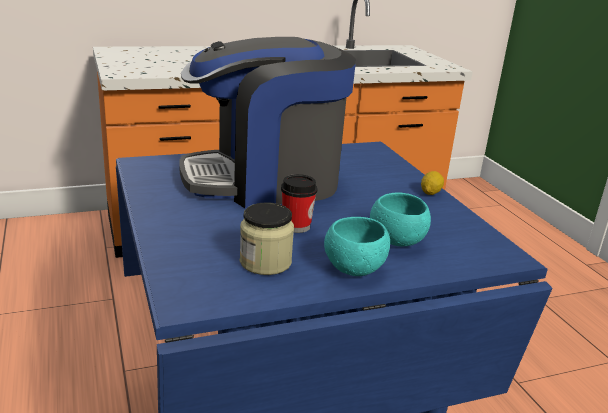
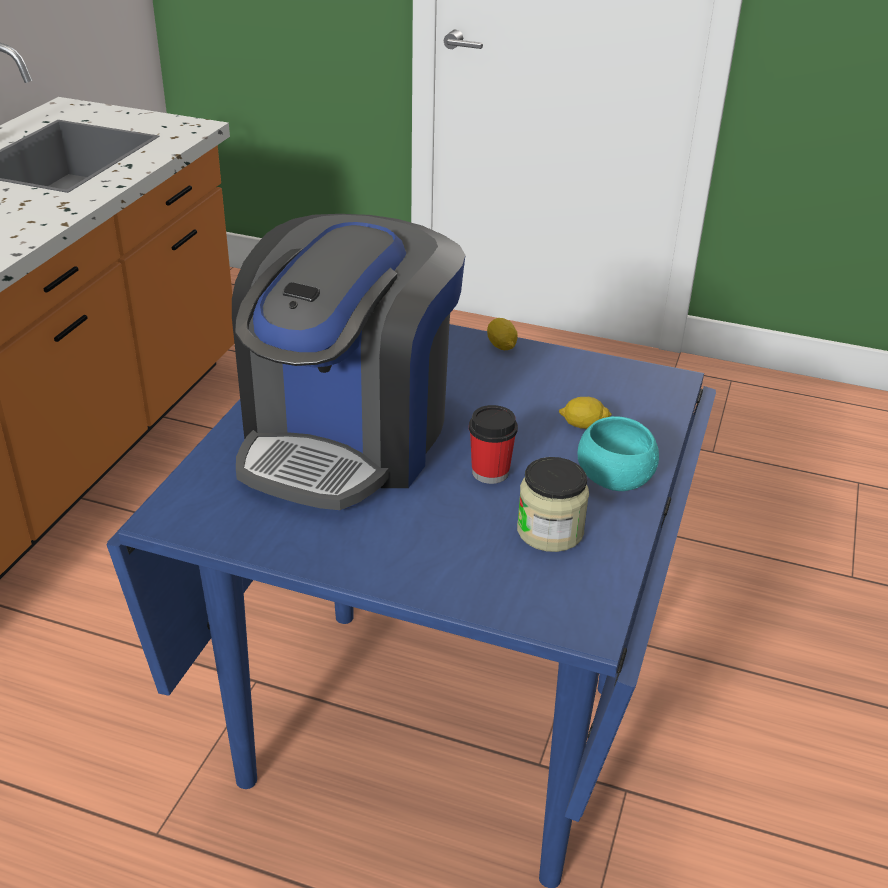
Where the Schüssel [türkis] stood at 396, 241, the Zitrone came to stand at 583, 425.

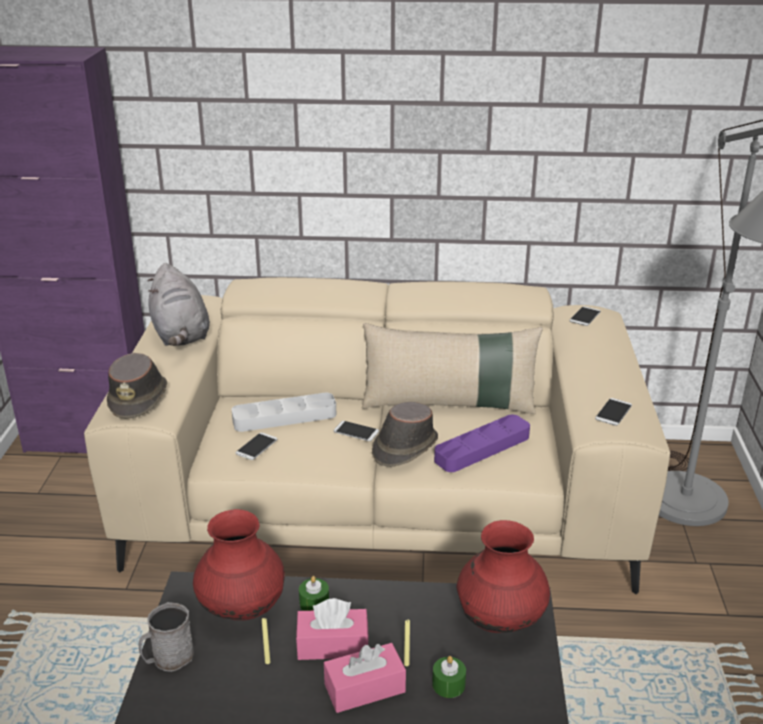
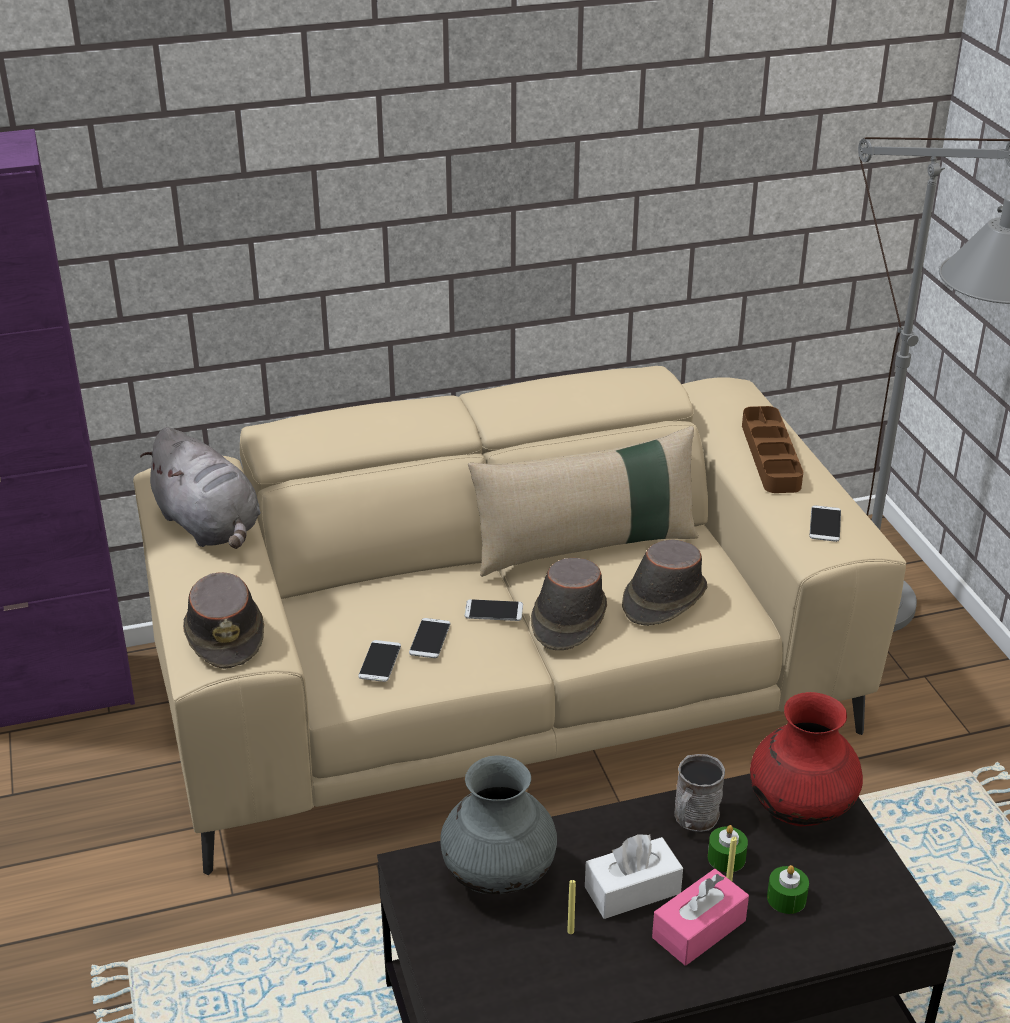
The second view lost the Tablett [grau] at 284, 417. The second view gained the Tablett [braun] at 770, 455. The Henkelbecher [grau] ended up elsewhere, having gone from 168, 659 to 693, 819. The Kerze [grün] ended up elsewhere, having gone from 314, 603 to 726, 858. The Handy ended up elsewhere, having gone from 585, 316 to 430, 639. Where the Tablett [lila] stood at 482, 448, the Hut [braun] came to stand at 663, 599. What was the Vase [rot] at 242, 609 turned into the Vase [grau] at 499, 877. What was the Taschentuchbox [rosa] at 332, 645 turned into the Taschentuchbox [weiß] at 632, 890.

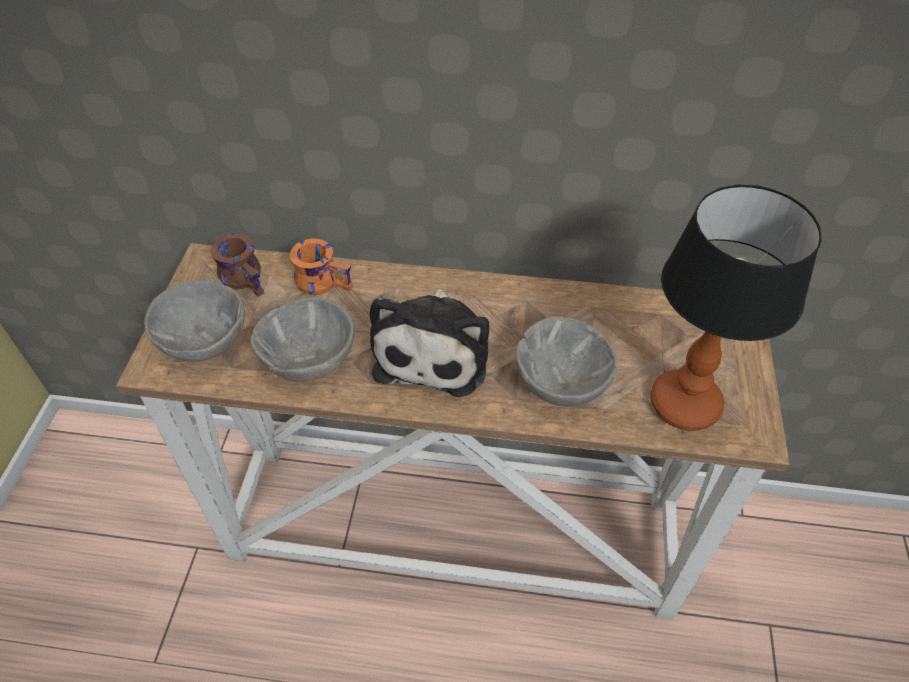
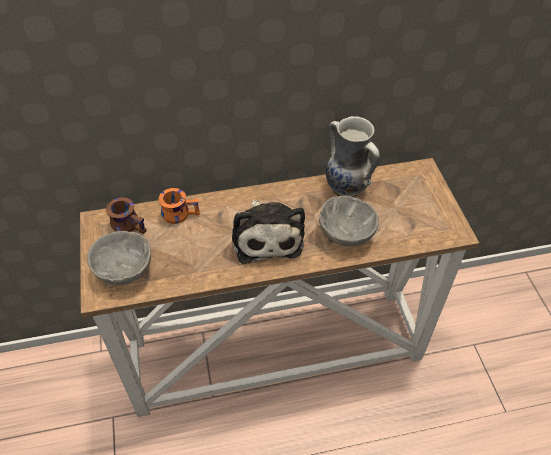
The second view lost the Schüssel [grau] at 308, 362. The second view lost the Tischlampe at 684, 403. The second view gained the Vase at 347, 188.

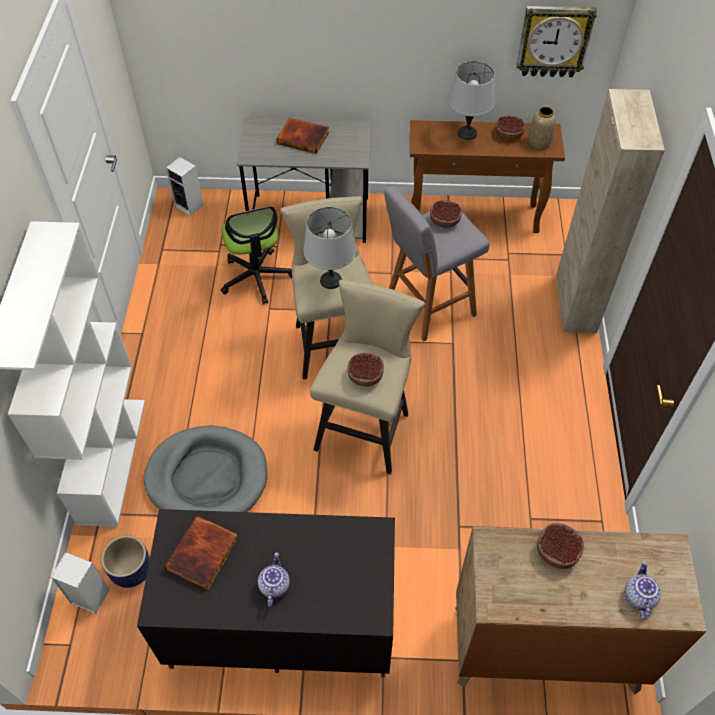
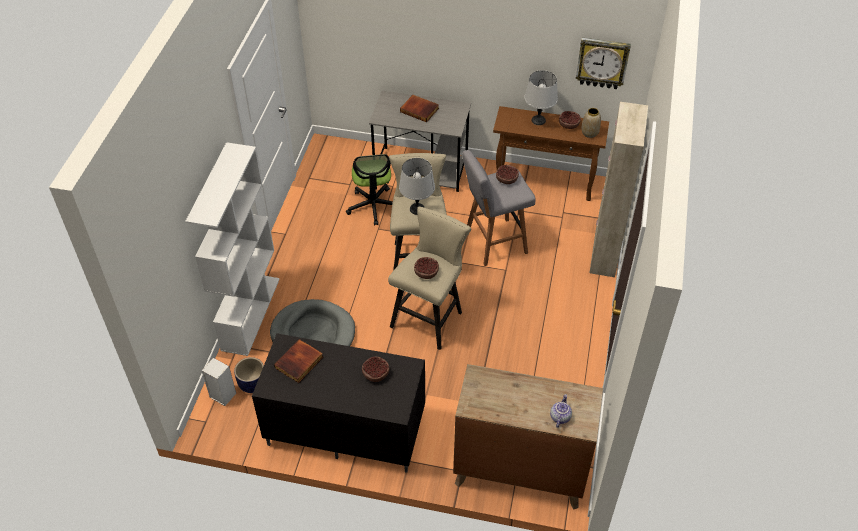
The second view lost the Lautsprecher at 190, 206. The second view lost the Teekanne at 273, 585. The Schüssel ended up elsewhere, having gone from 557, 550 to 376, 373.

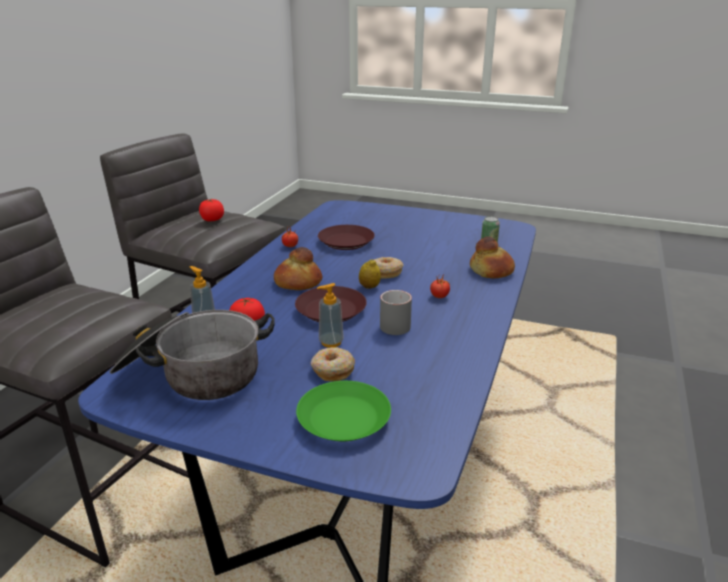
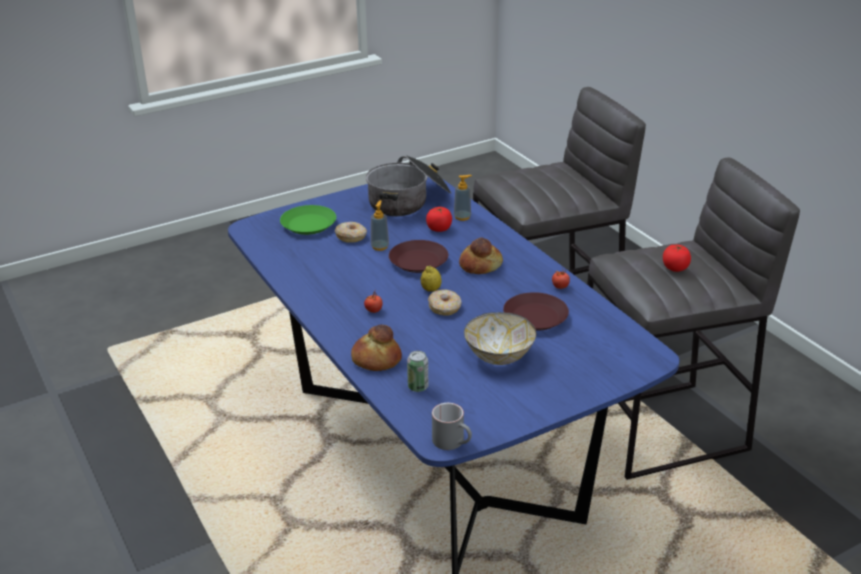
The second view gained the Schüssel at 498, 356. The Henkelbecher [grau] ended up elsewhere, having gone from 393, 324 to 453, 442.

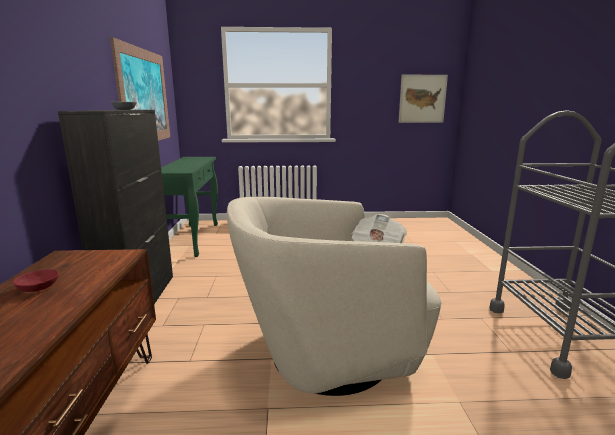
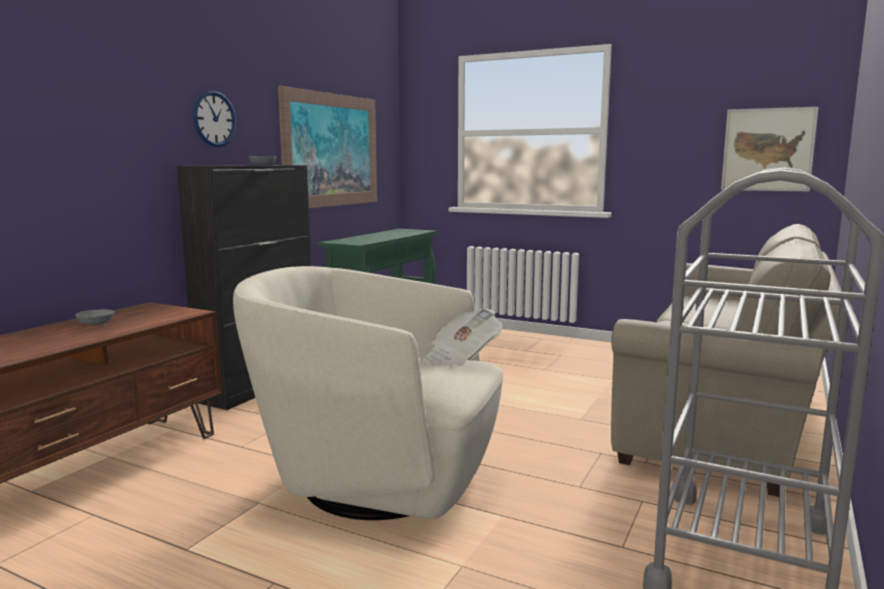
The second view gained the Wanduhr at 214, 119. The second view gained the Sofa [beige] at 726, 410. What was the Schüssel [rot] at 39, 288 turned into the Schüssel [grau] at 95, 323.

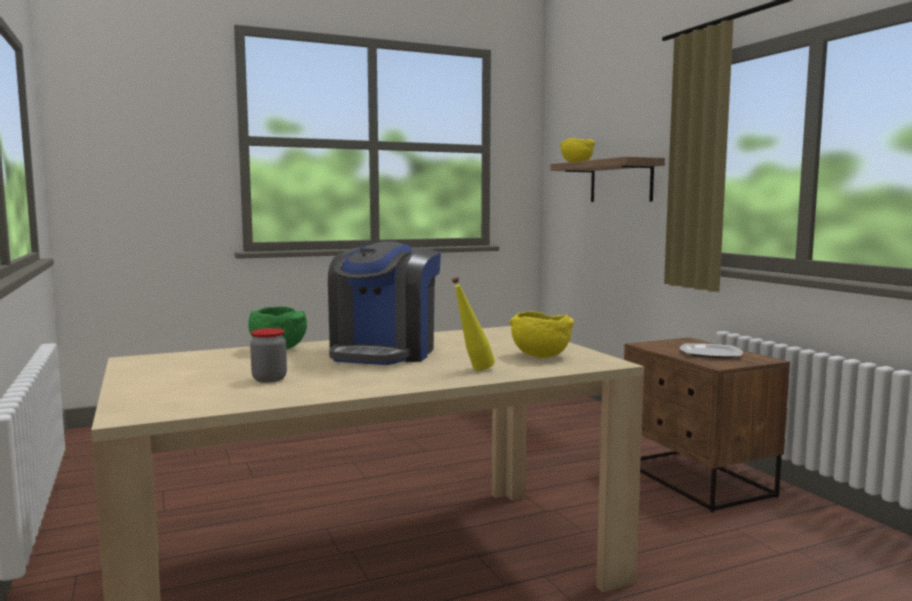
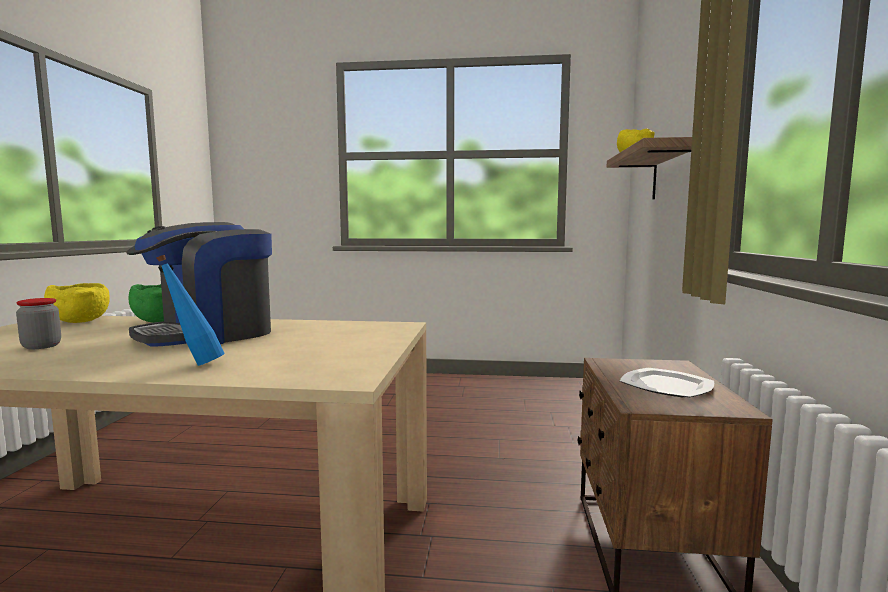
The Schüssel [gelb] ended up elsewhere, having gone from 539, 356 to 80, 321. What was the Flasche [gelb] at 472, 370 turned into the Flasche [blau] at 194, 364.

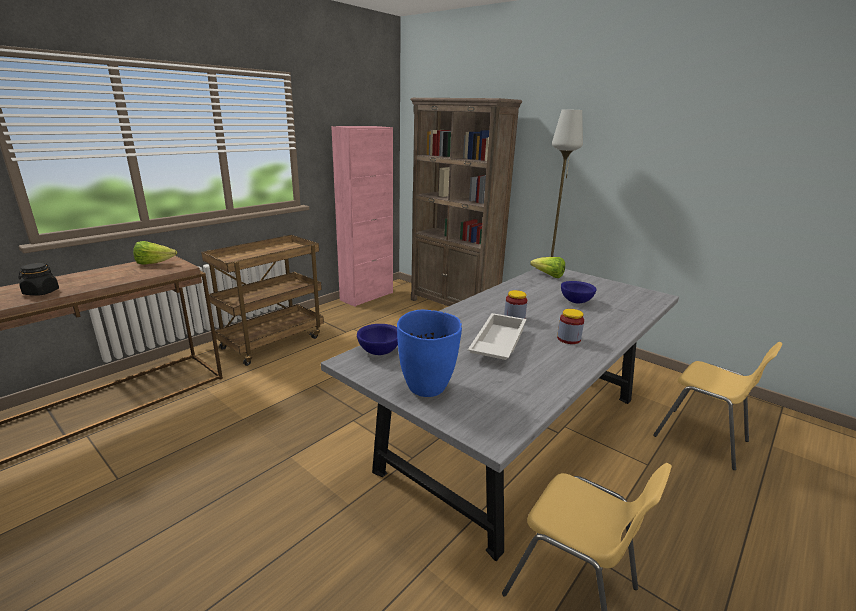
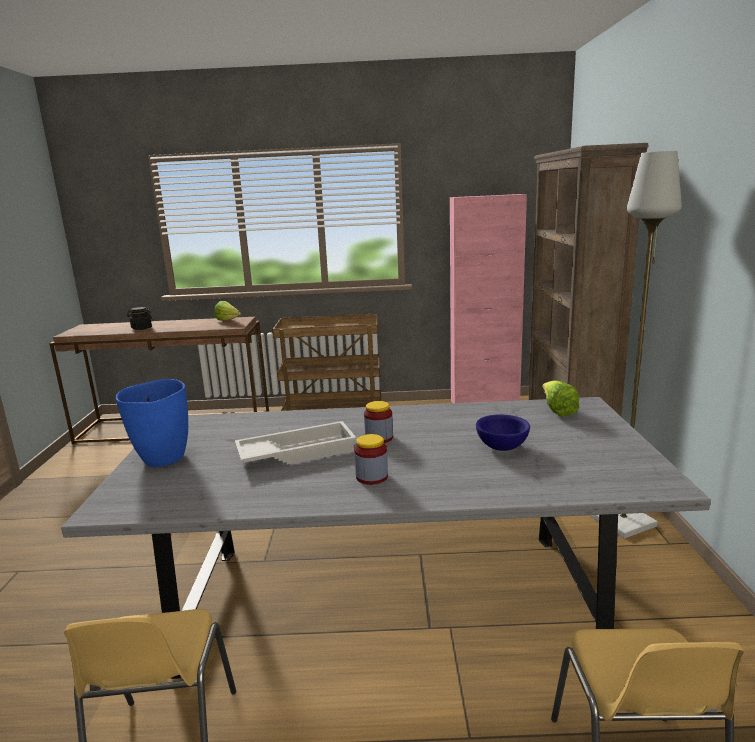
The second view lost the Schüssel [blau] at 380, 352.

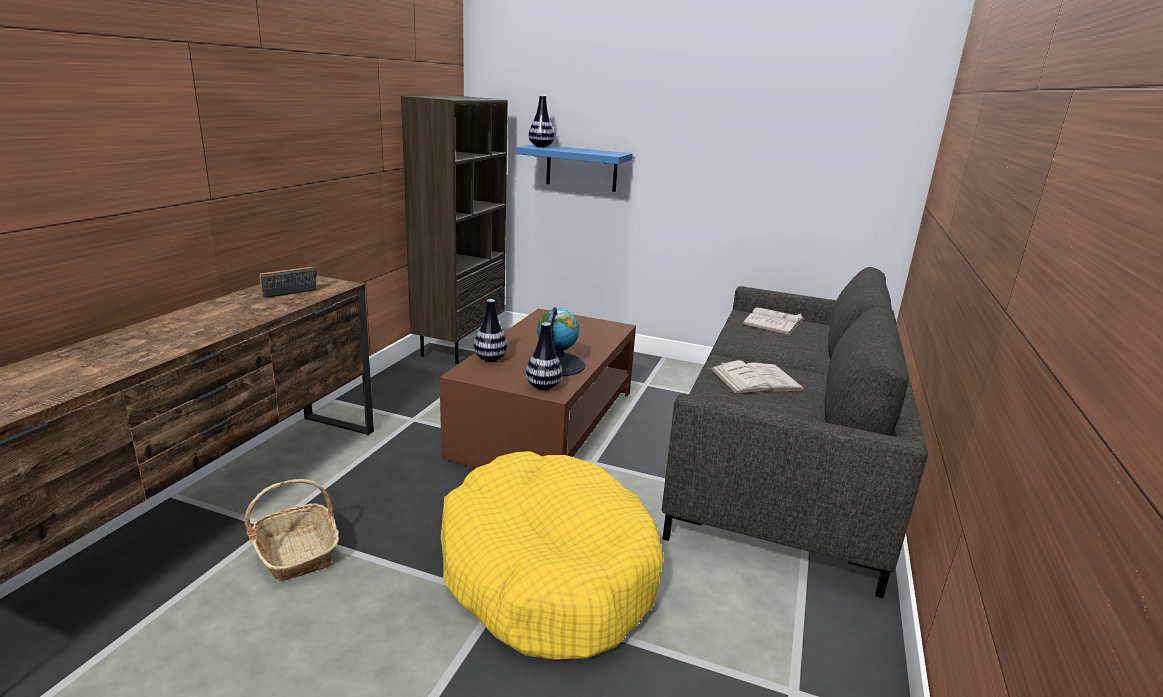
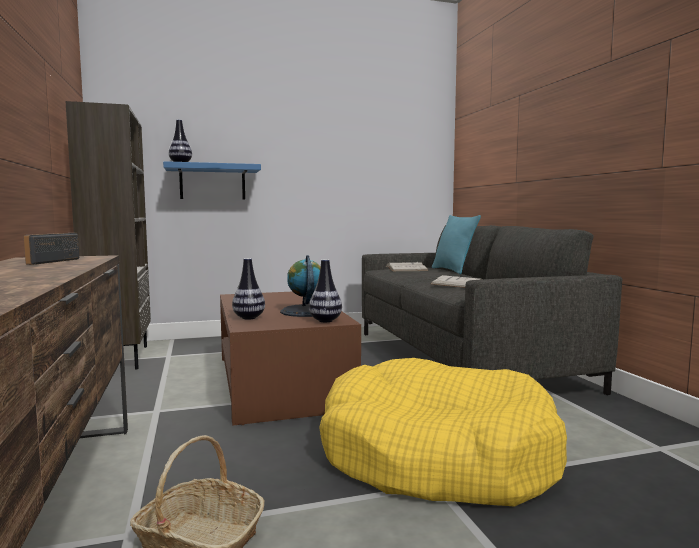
The second view gained the Kissen [türkis] at 453, 270.

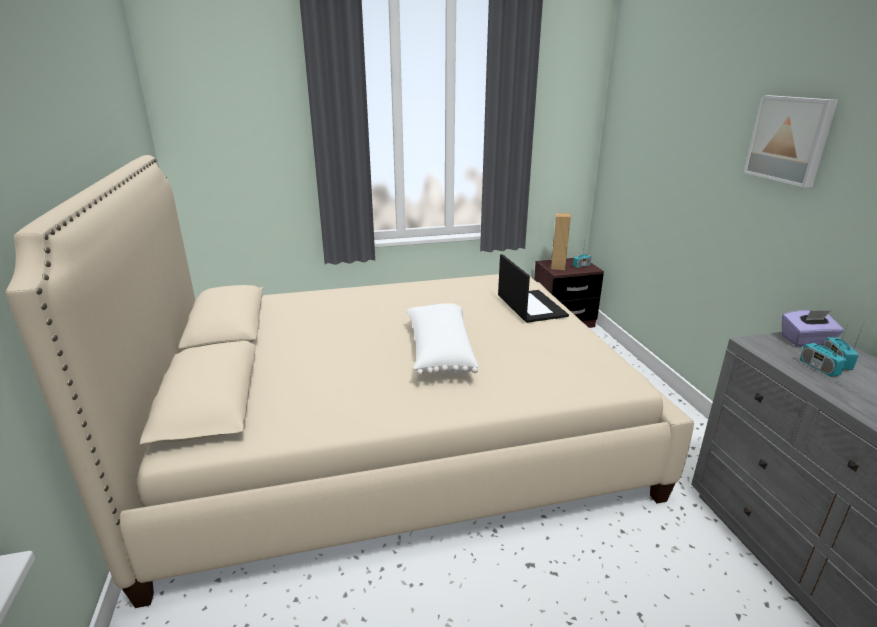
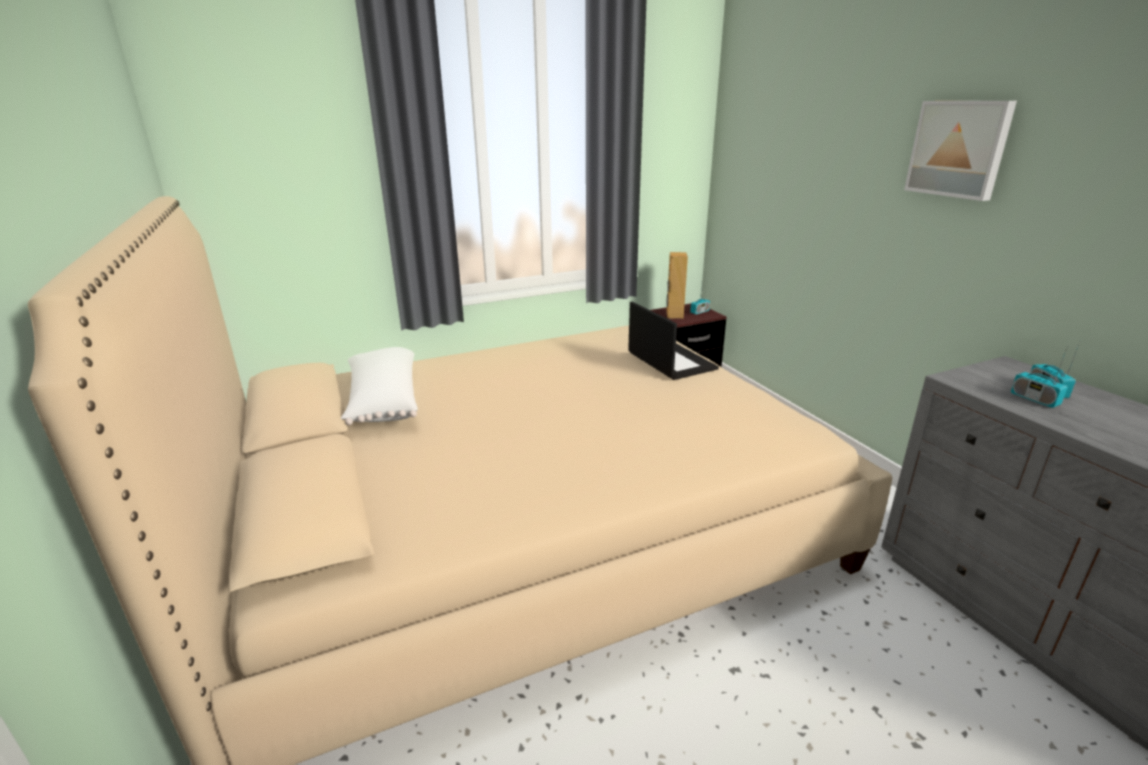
The second view lost the Taschentuchbox [lila] at 806, 341. The Kissen [weiß] ended up elsewhere, having gone from 439, 352 to 383, 401.

